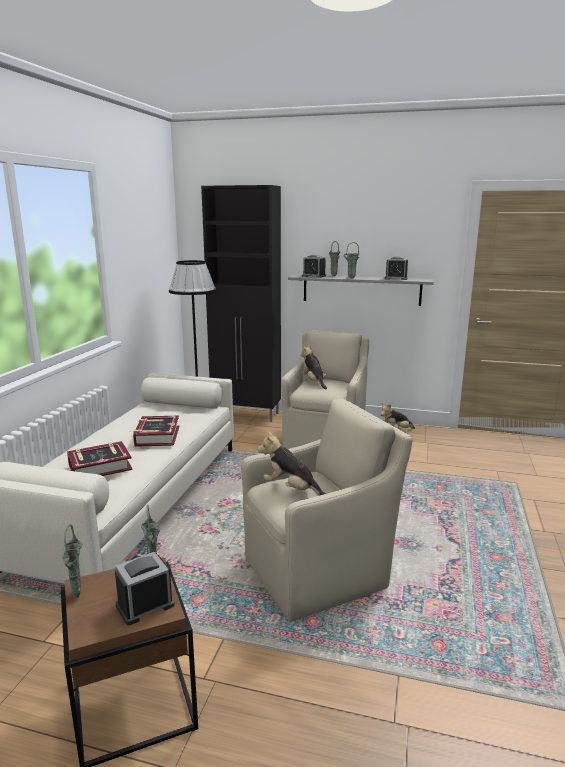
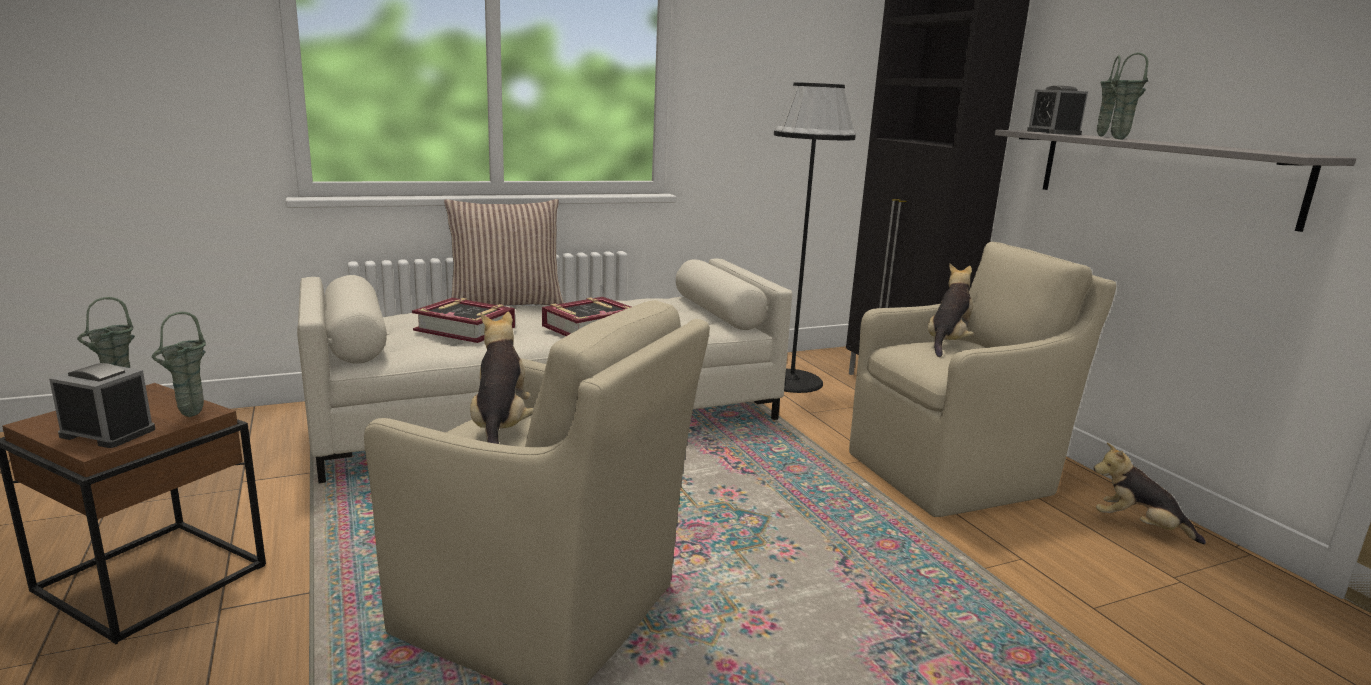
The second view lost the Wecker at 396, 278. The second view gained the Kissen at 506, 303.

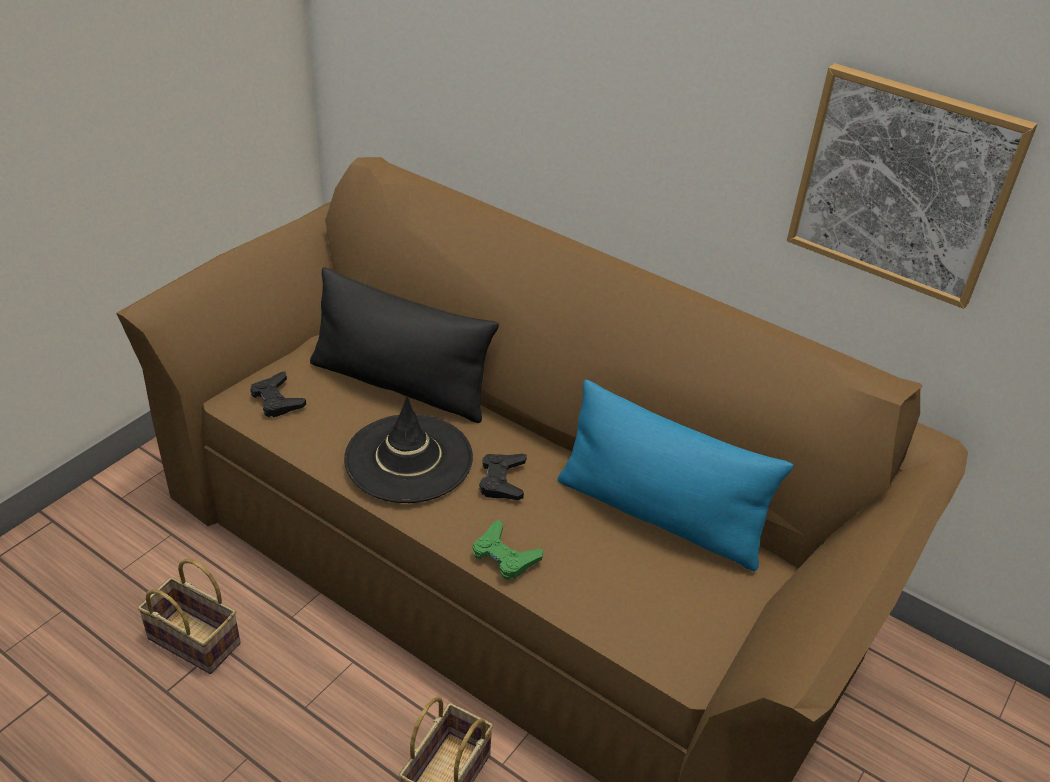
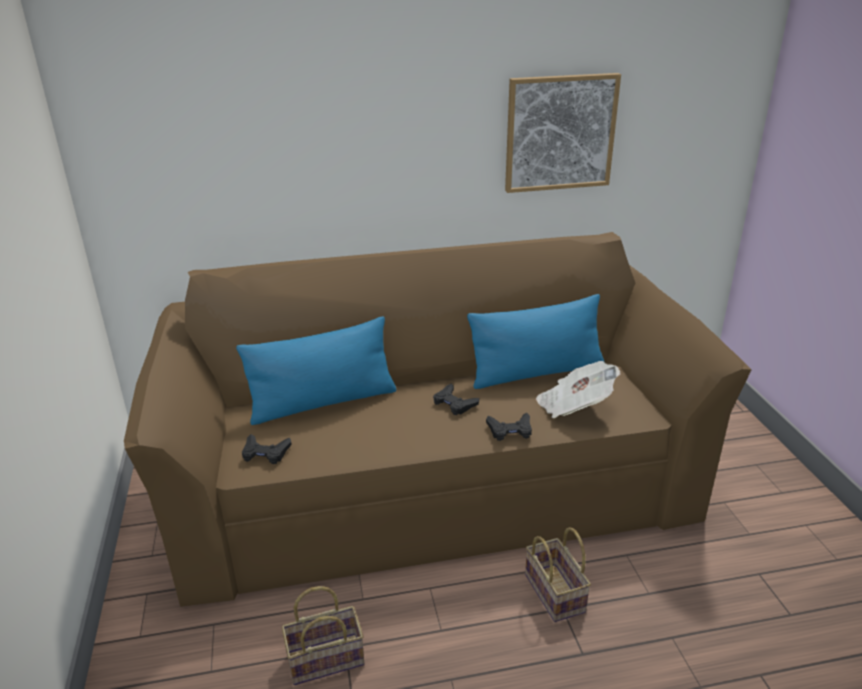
The second view lost the Hut [schwarz] at 408, 458. The second view gained the Zeitung at 574, 406. What was the Kissen [schwarz] at 400, 385 turned into the Kissen [blau] at 323, 402. What was the Gamepad [grün] at 504, 556 turned into the Gamepad [schwarz] at 510, 430.

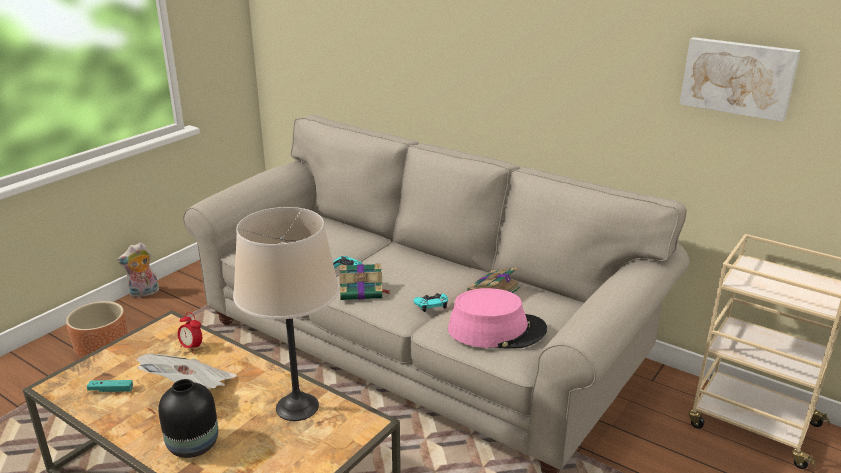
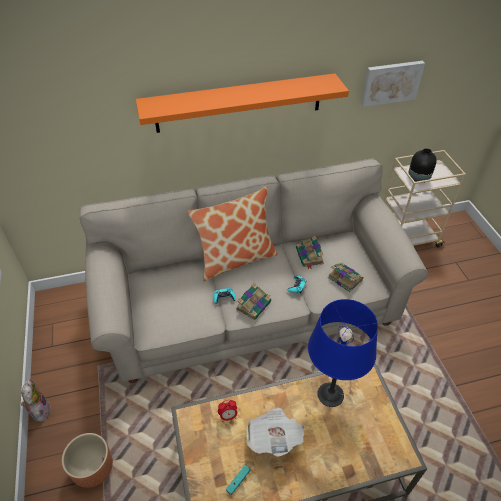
The second view gained the Wandregal [orange] at 239, 103. The second view gained the Kissen at 236, 259. The Vase [schwarz] ended up elsewhere, having gone from 194, 444 to 418, 177. Where the Hut [rosa] stood at 496, 330, the Buch came to stand at 344, 278. What was the Tischlampe [beige] at 297, 407 turned into the Tischlampe [blau] at 330, 395. The Plüschtier at 143, 293 ended up facing another way, 150 degrees clockwise from before.

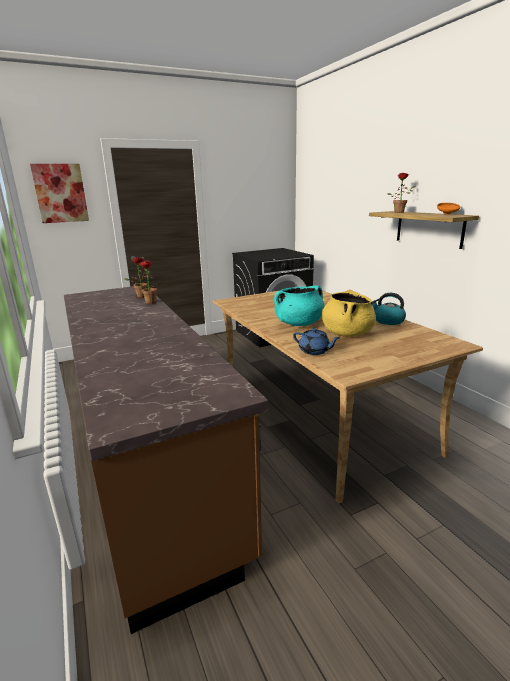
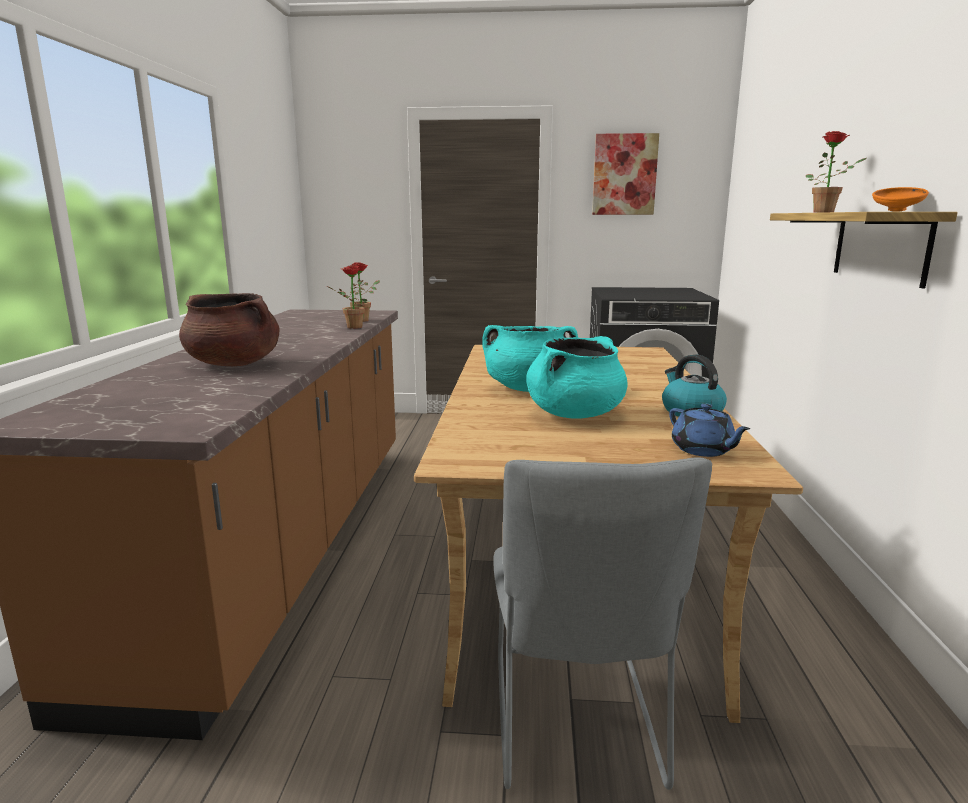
The second view gained the Kochtopf [braun] at 235, 364. The second view gained the Stuhl [grau] at 575, 725. The Bild ended up elsewhere, having gone from 60, 193 to 624, 174. The Teekanne [blau] ended up elsewhere, having gone from 314, 351 to 703, 450. What was the Kochtopf [gelb] at 347, 333 turned into the Kochtopf [türkis] at 575, 414.

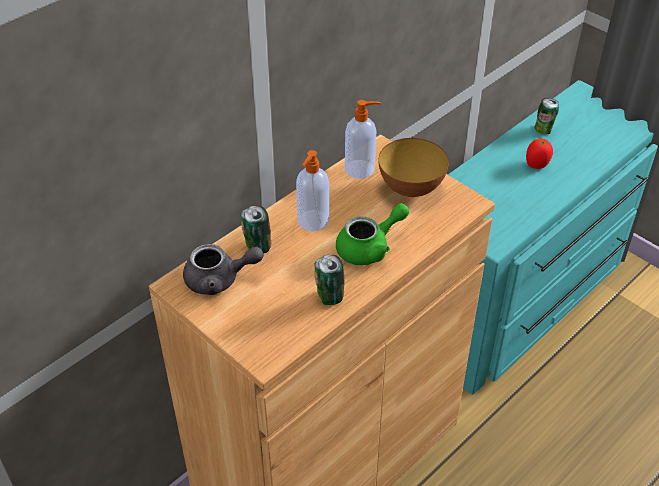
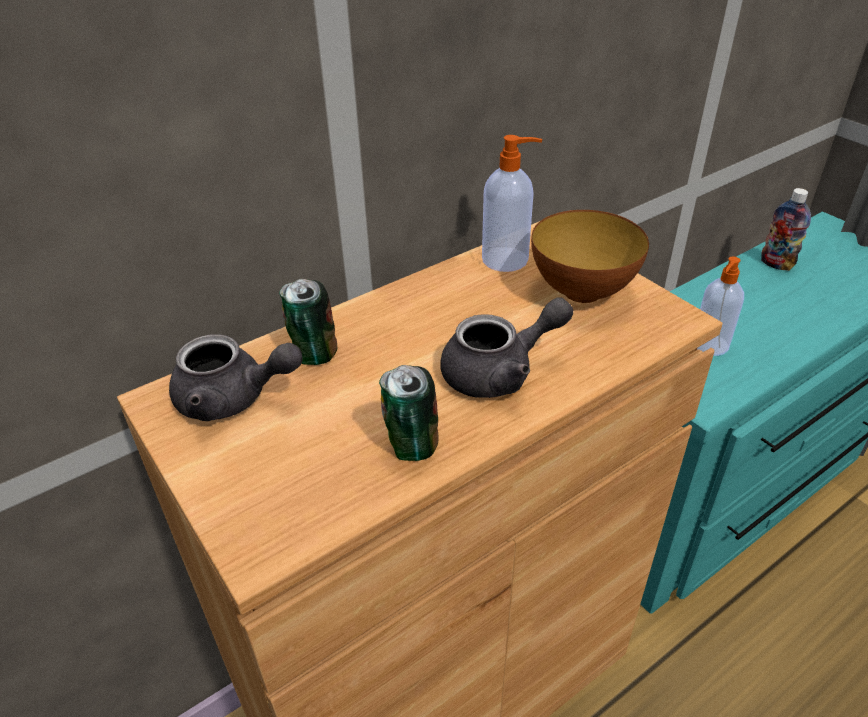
The second view lost the Tomate at 537, 165. The Seifenspender ended up elsewhere, having gone from 312, 221 to 709, 345. Where the Dose stood at 543, 130, the Flasche came to stand at 776, 264. What was the Teekanne [grün] at 370, 248 turned into the Teekanne [grau] at 500, 372.

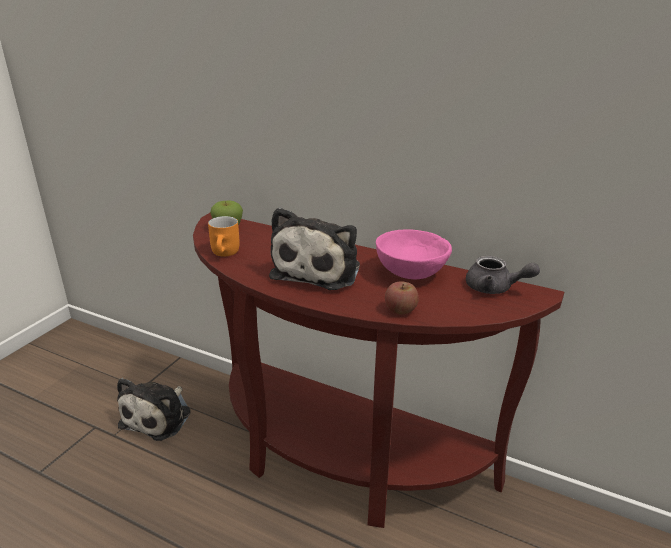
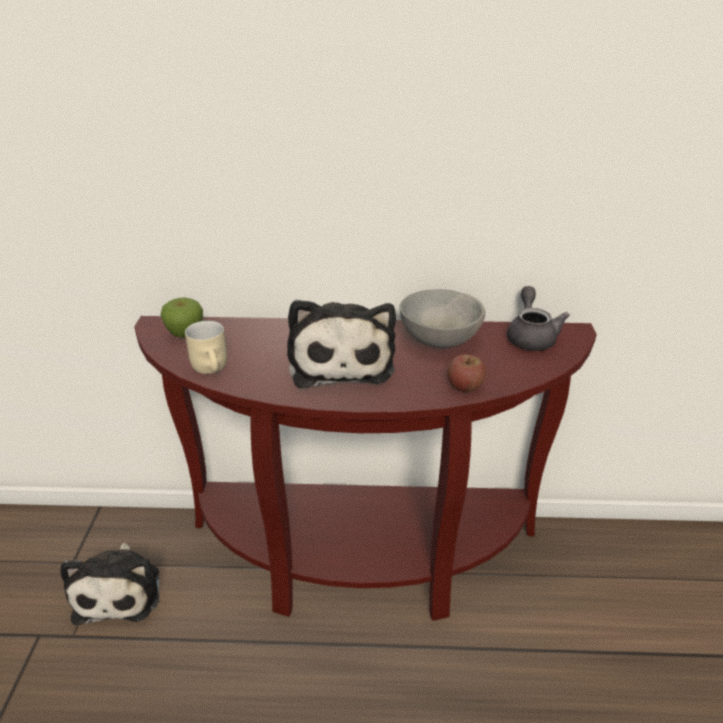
What was the Henkelbecher [orange] at 226, 253 turned into the Henkelbecher [beige] at 213, 368. What was the Schüssel [rosa] at 410, 273 turned into the Schüssel [grau] at 438, 340. The Teekanne [grau] at 494, 288 ended up facing another way, 90 degrees counterclockwise from before.

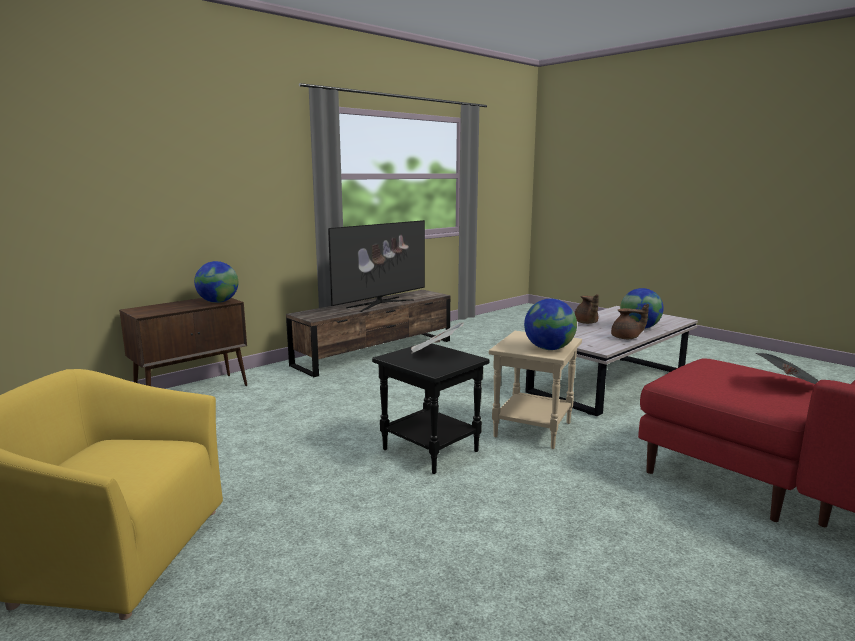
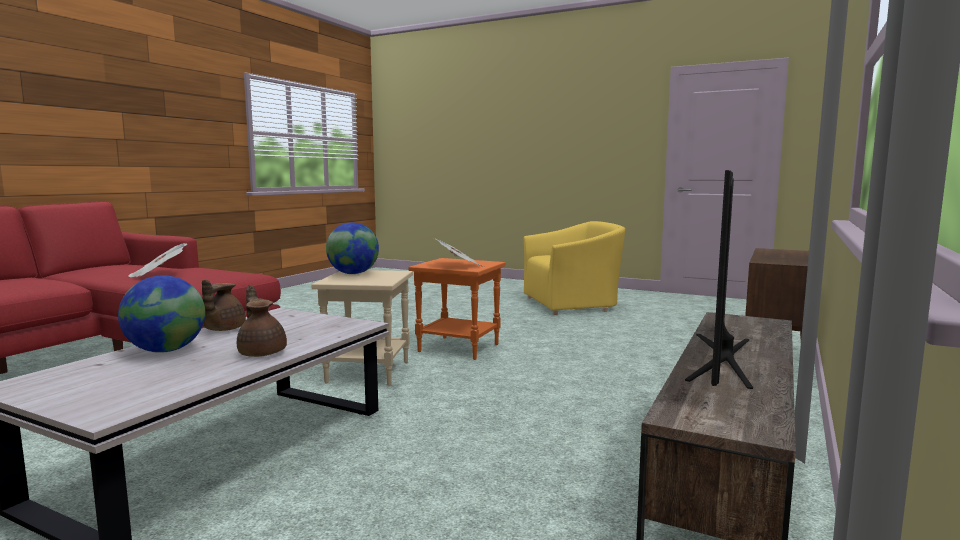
The second view lost the Globus at 218, 302. What was the Beistelltisch [schwarz] at 428, 450 turned into the Beistelltisch [orange] at 460, 348. The Teekanne [braun] at 626, 338 ended up facing another way, 75 degrees counterclockwise from before.

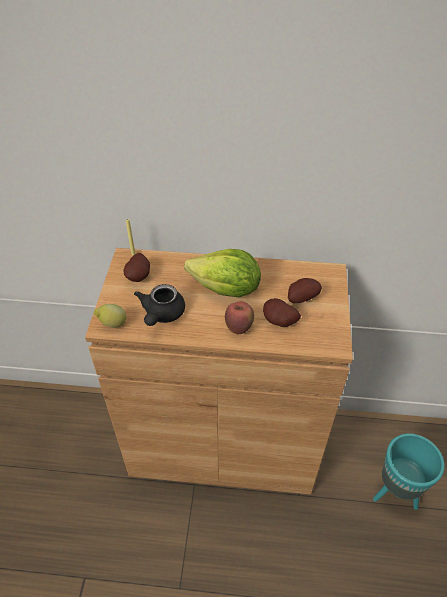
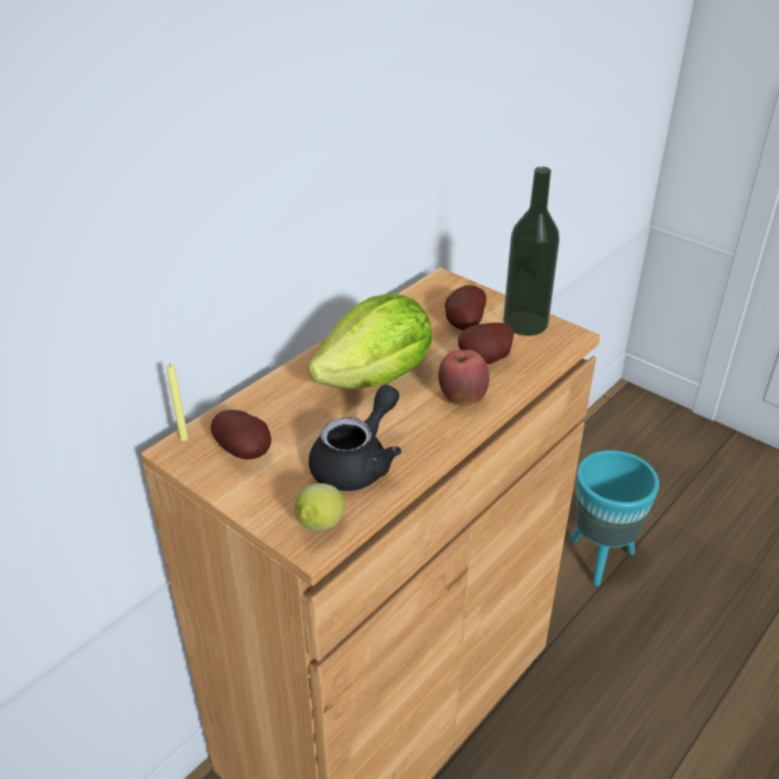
The second view gained the Flasche at 525, 323. The Teekanne [schwarz] at 161, 315 ended up facing another way, 105 degrees counterclockwise from before.

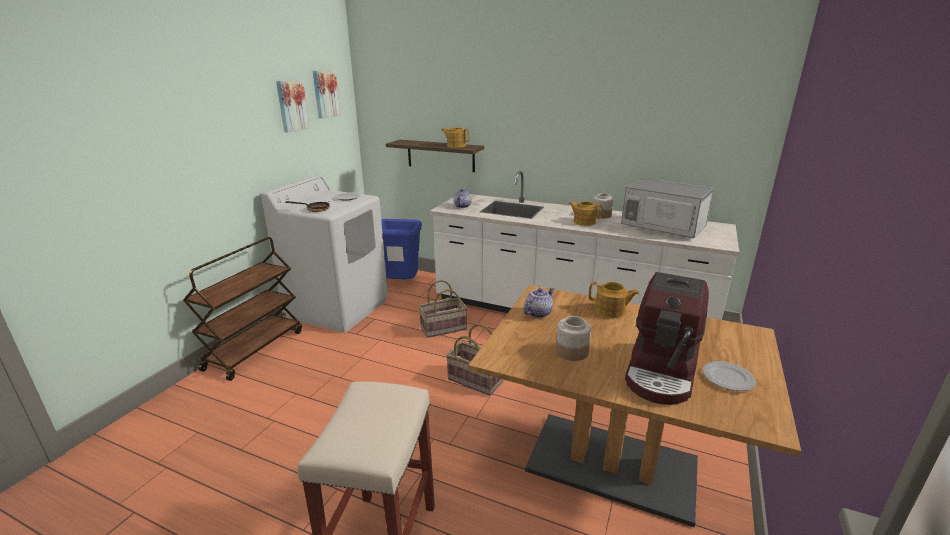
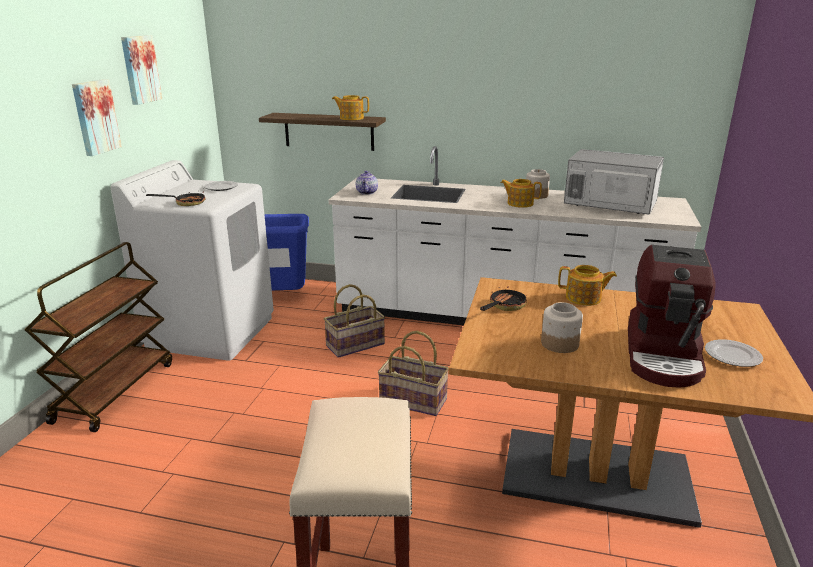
The Bild ended up elsewhere, having gone from 325, 93 to 95, 117. Where the Teekanne stood at 538, 313, the Pfanne came to stand at 504, 306.

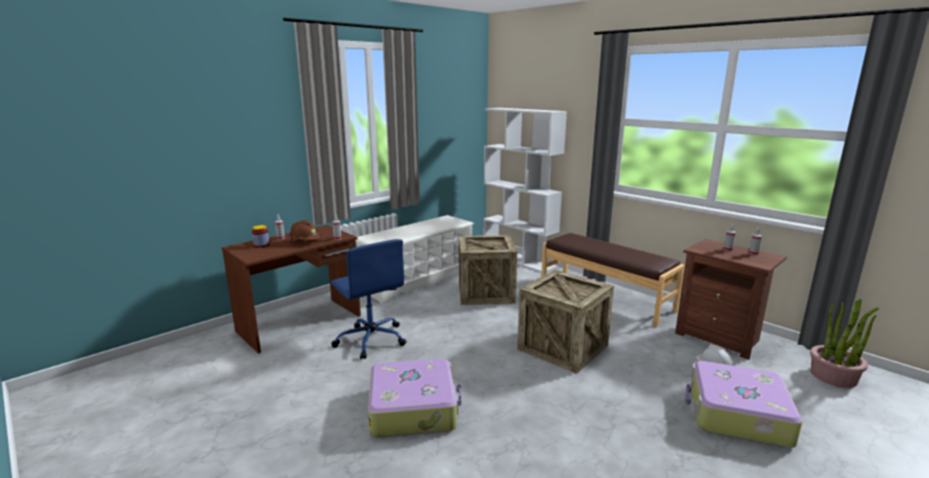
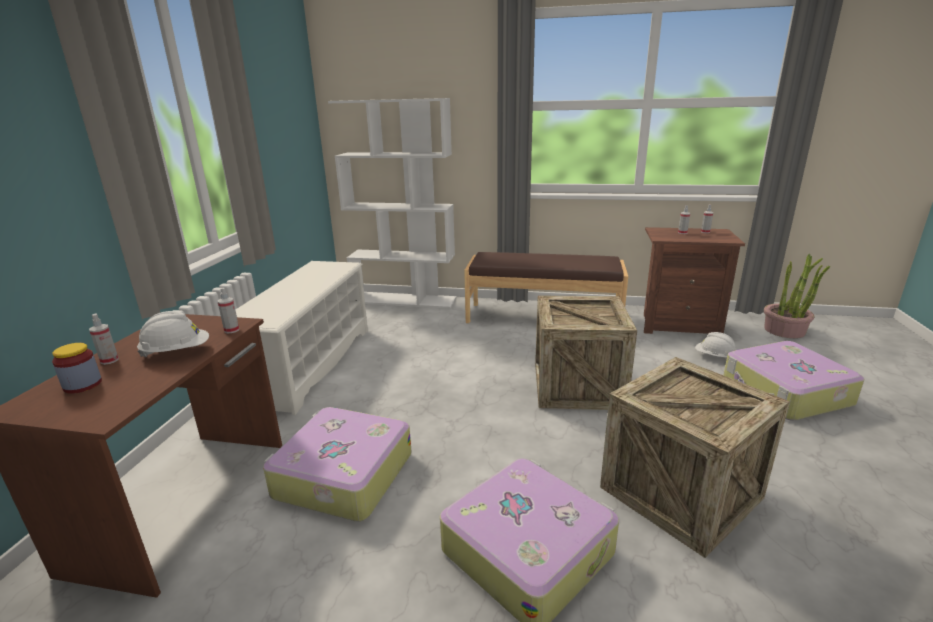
The Kiste ended up elsewhere, having gone from 485, 293 to 680, 492. Where the Bürostuhl [blau] stood at 371, 339, the Koffer came to stand at 342, 475. What was the Schutzhelm [braun] at 305, 242 turned into the Schutzhelm [weiß] at 177, 352.

